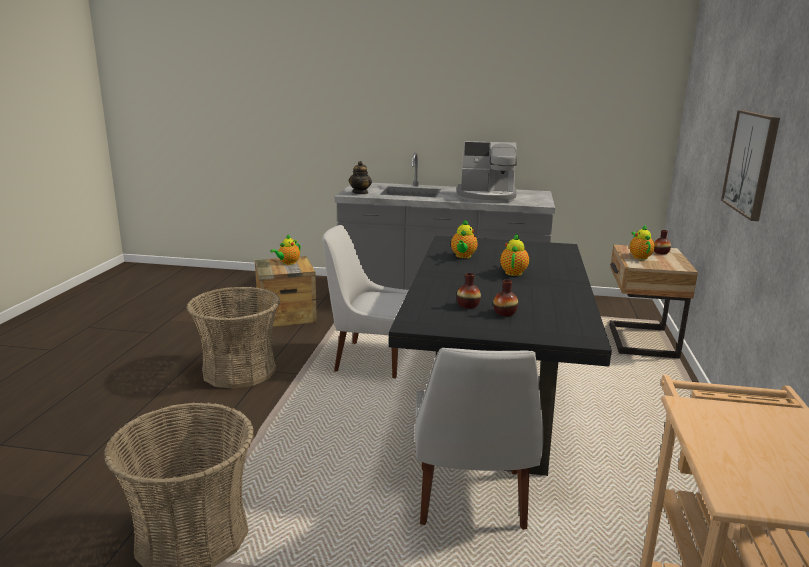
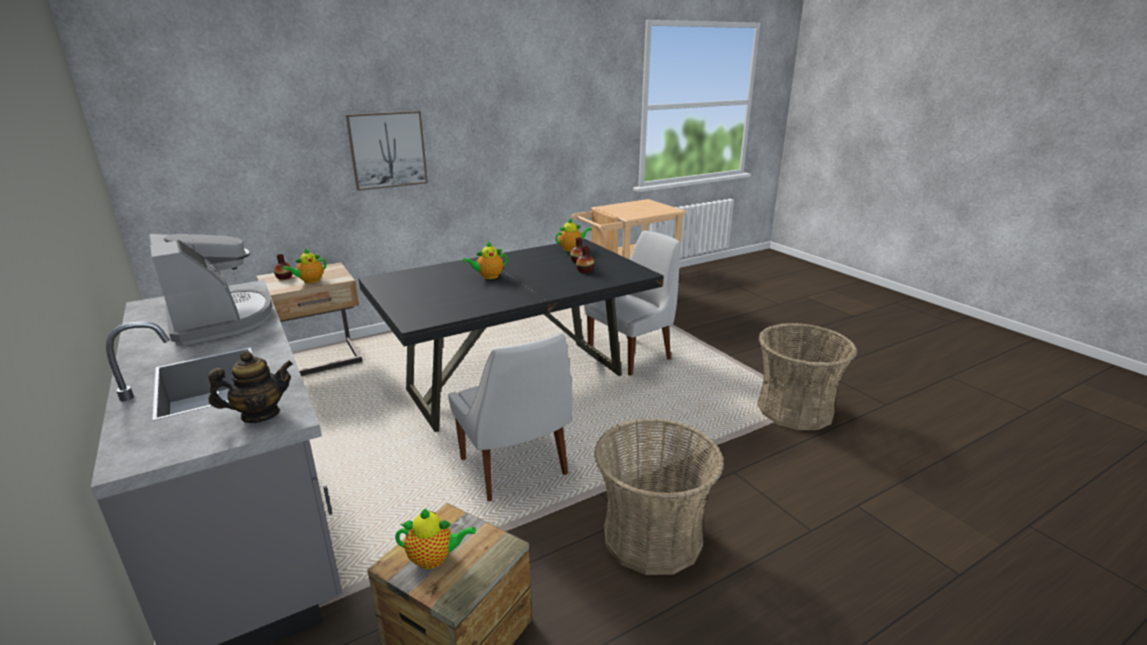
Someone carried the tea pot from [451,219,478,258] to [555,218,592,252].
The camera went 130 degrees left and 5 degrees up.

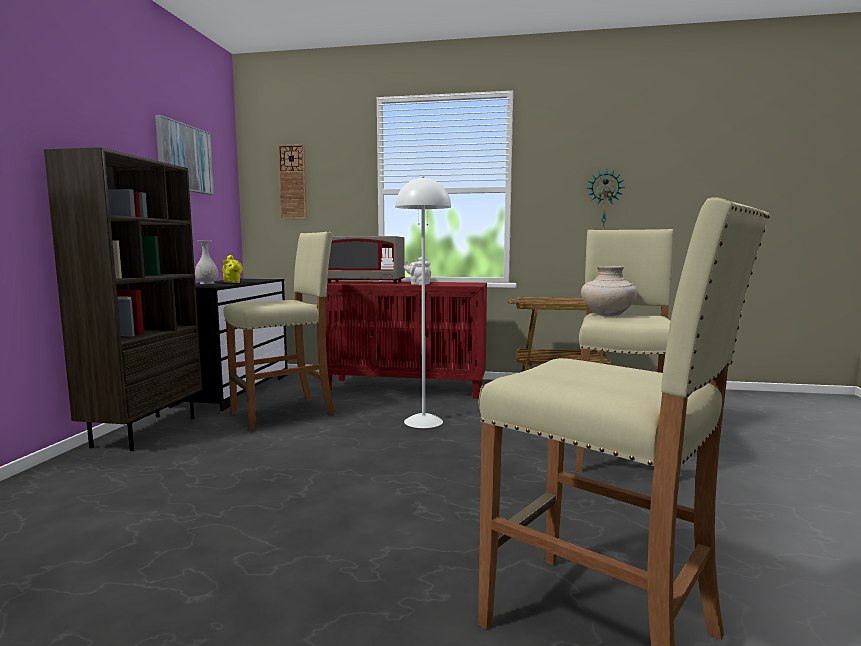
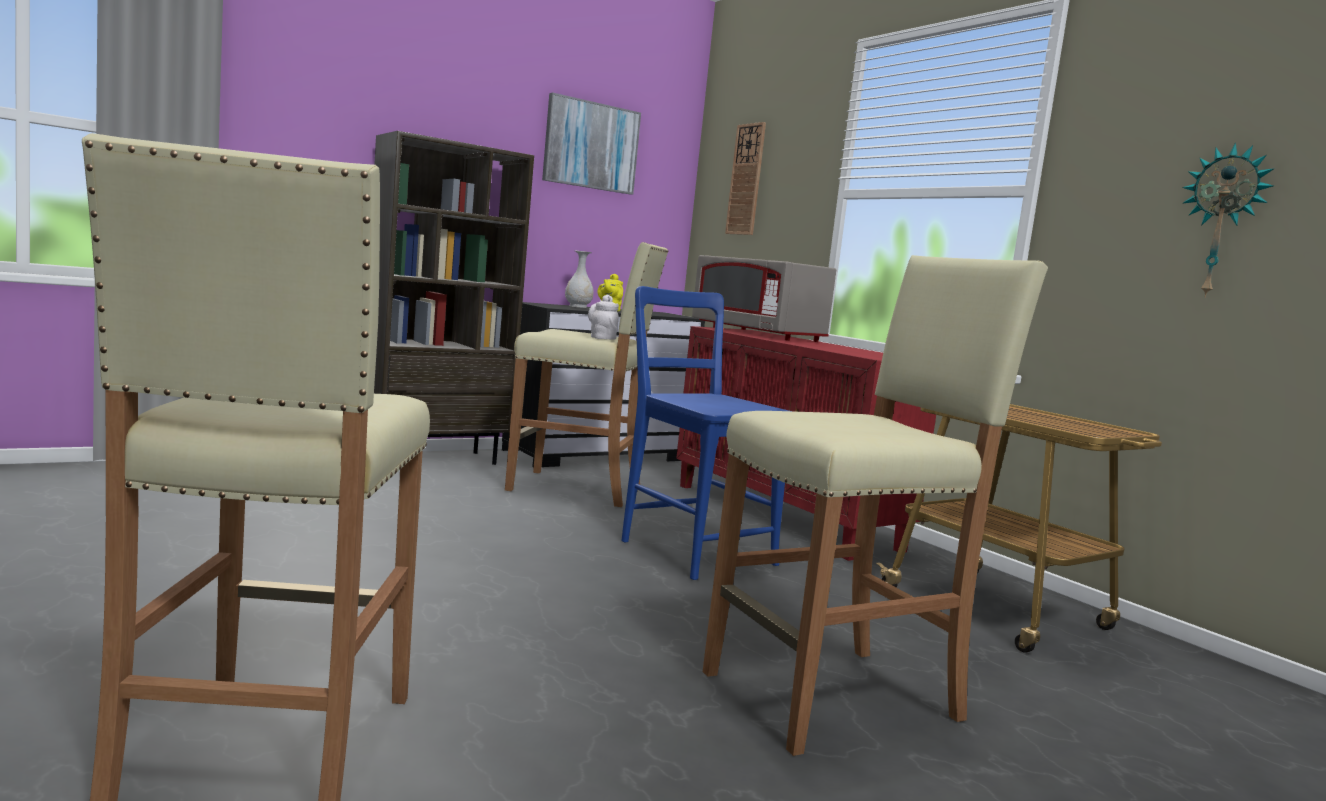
Someone carried the tea pot in whitish from [404,257,431,285] to [588,294,619,340].
Someone swapped the floor lamp in whitish at [395,176,451,428] for the plain chair in blue-coloured at [621,286,789,580].
Someone took away the vase in sand-coloured at [581,266,637,316].
The camera went 45 degrees right and 0 degrees up.

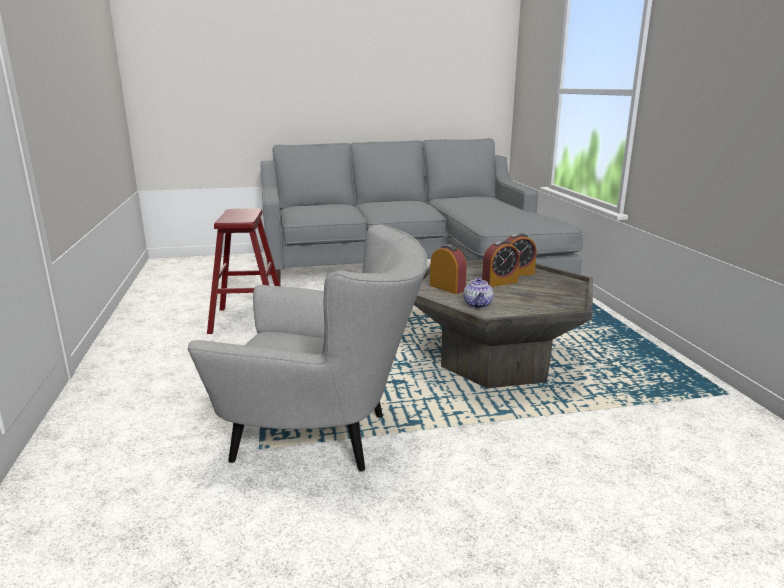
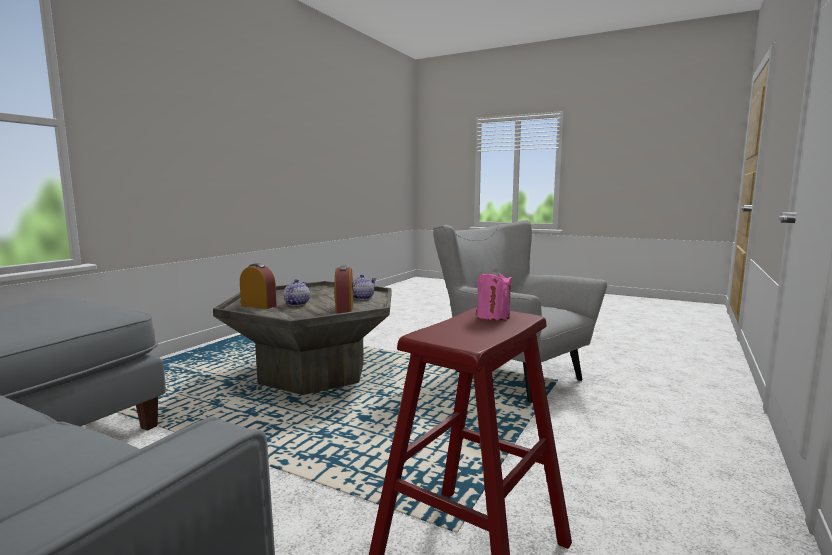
Someone swapped the bedside clock at [482,240,520,287] for the tea pot at [283,279,310,306].
Someone put down the candle in pinkish at [477,269,512,320].
The camera went 140 degrees left and 10 degrees down.

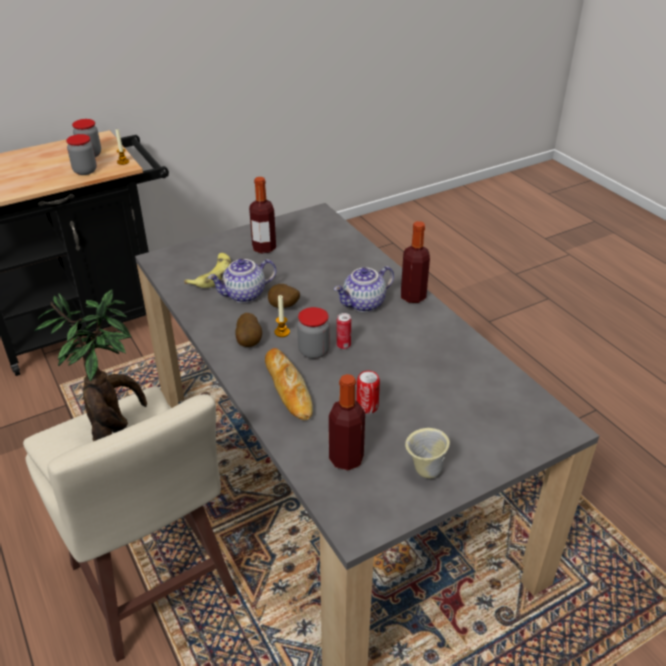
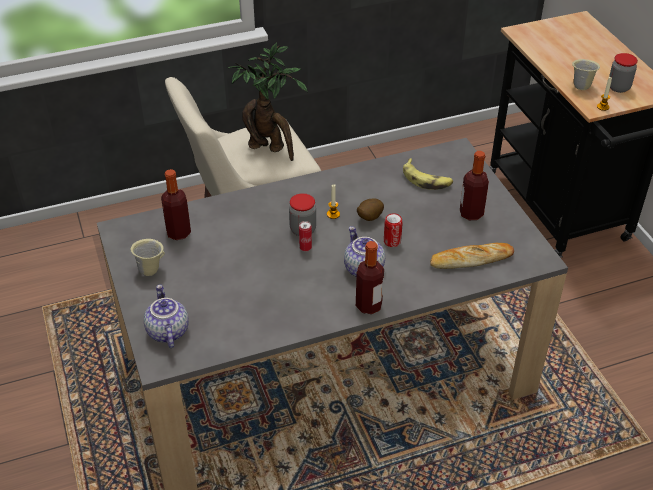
Someone carried the tea pot from [208,259,276,303] to [144,284,189,348].
Someone carried the metal can from [356,371,380,414] to [384,213,403,247].
Someone carried the bakery bread from [265,348,313,420] to [430,243,514,269].
Someone swapped the storage jar at [66,134,97,175] for the mug in sand-coloured at [572,59,600,90].
Someone took away the potato at [235,313,262,347].
The camera went 100 degrees right and 5 degrees up.

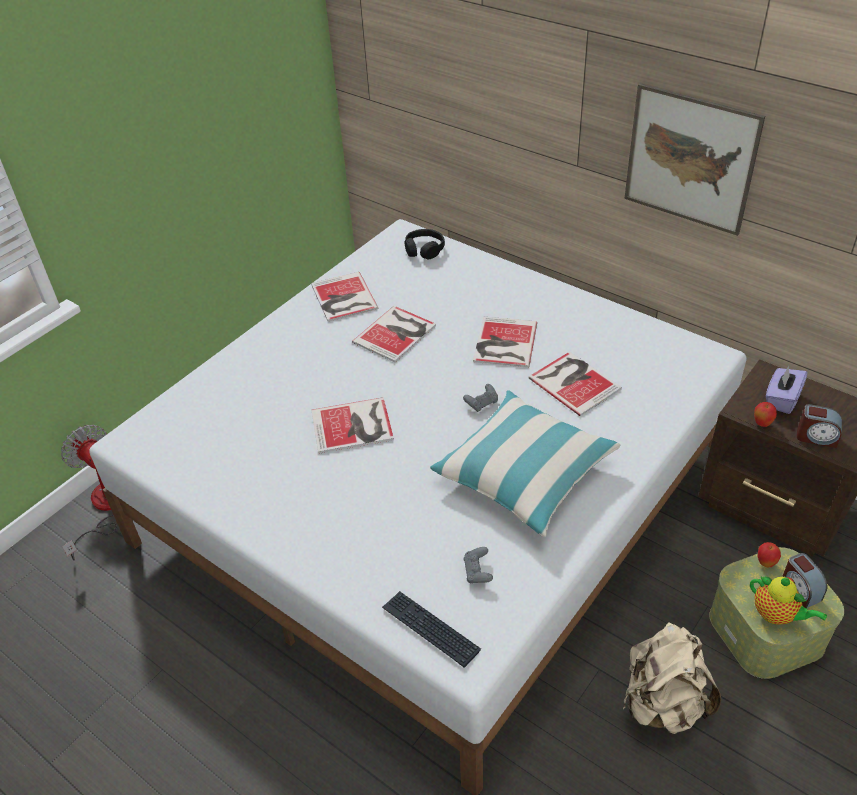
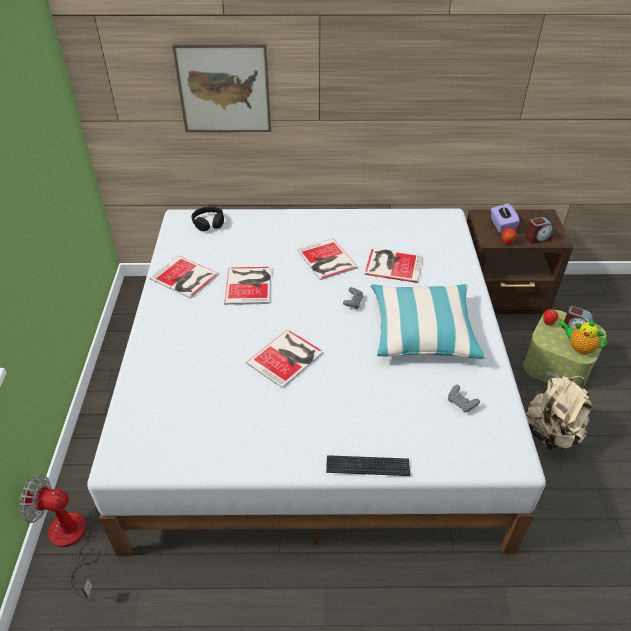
Someone carried the picture from [624,83,765,236] to [172,44,271,132].
Someone carried the keyboard from [382,591,481,667] to [326,455,410,476].
Someone rotated the tea pot at [750,576,827,625] by 150 degrees counterclockwise.
The camera went 40 degrees left and 0 degrees up.

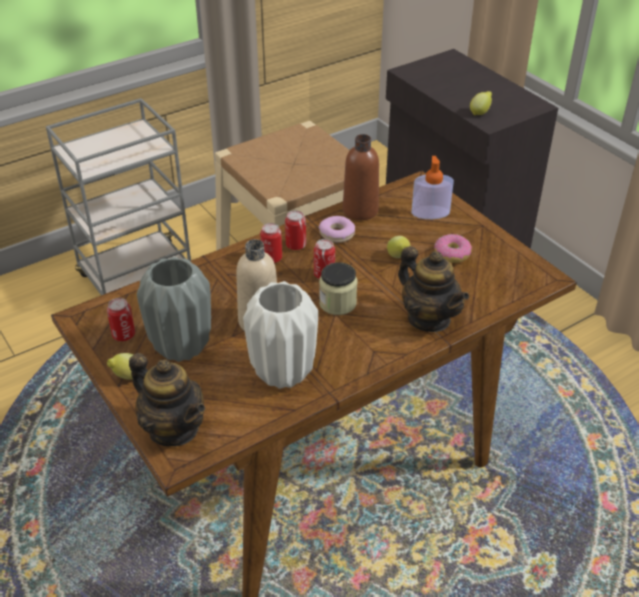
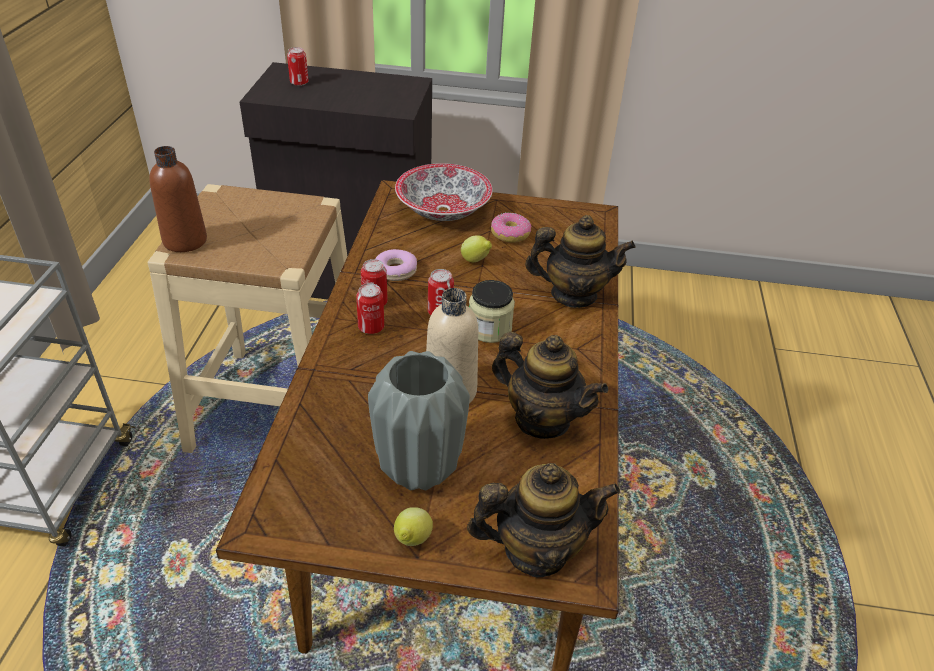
Someone carried the beverage bottle in brown-coloured from [343,134,379,220] to [150,146,207,252].
Someone carried the metal can from [107,298,135,341] to [287,47,309,86].
Someone swapped the soap bottle at [411,156,454,219] for the serving bowl at [395,163,493,221].
Someone swapped the vase in whitish at [243,281,318,389] for the tea pot at [492,332,608,439].
Someone took away the citrus fruit at [470,91,492,115].
The camera went 50 degrees left and 0 degrees up.

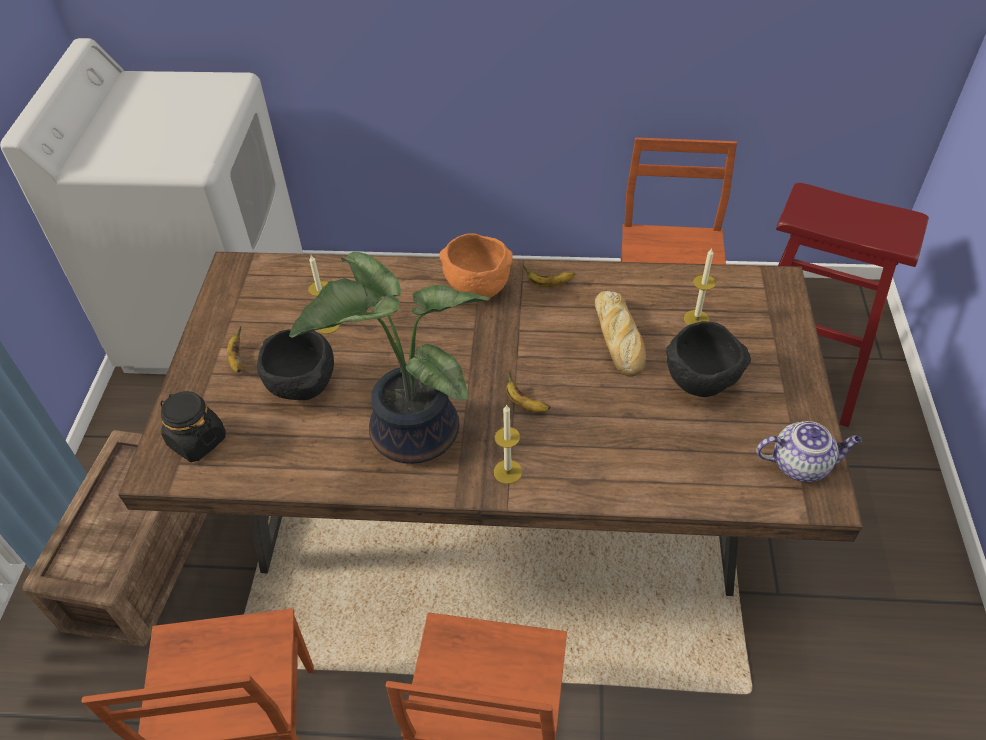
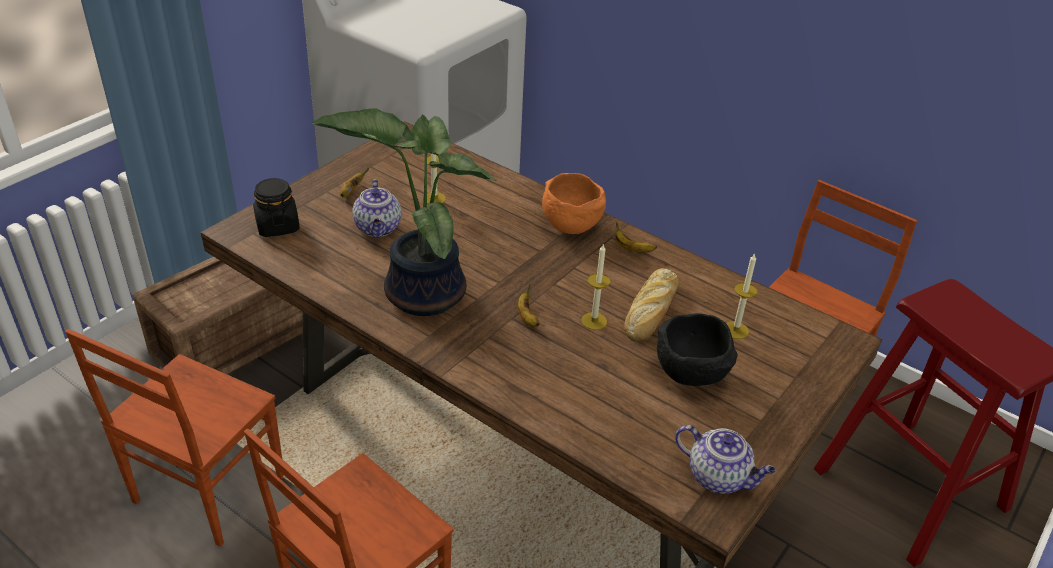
Someone swapped the serving bowl in blackish at [257,329,334,400] for the tea pot at [352,179,402,238].
Someone carried the candle from [494,404,522,484] to [581,244,610,330].
The camera went 30 degrees right and 10 degrees down.

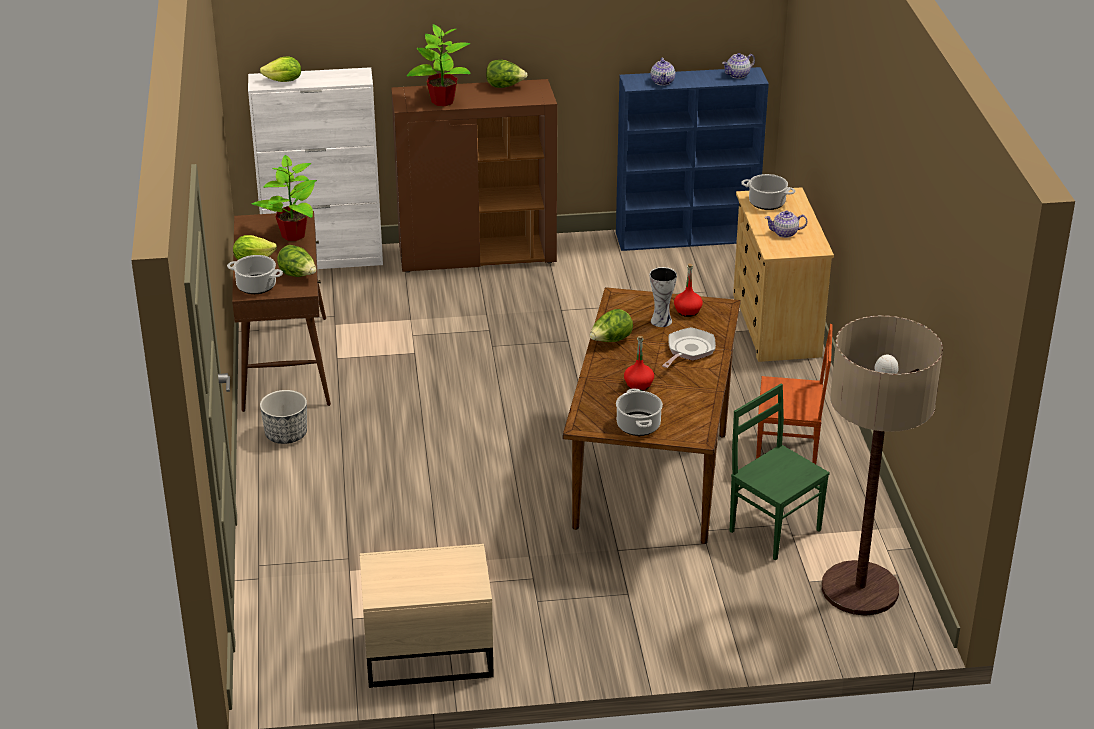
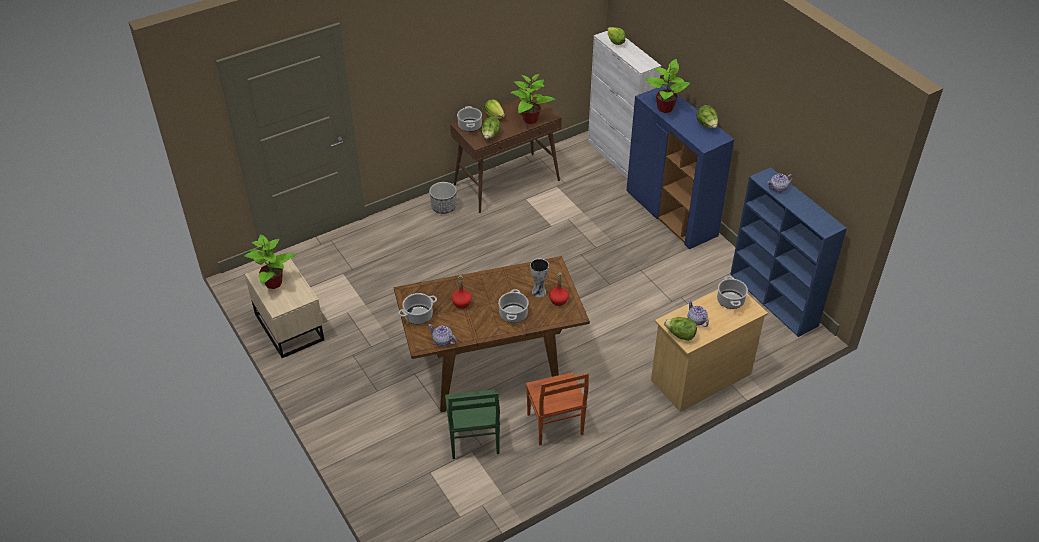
Someone put down the houseplant at [244,234,296,289].
Someone carried the tea pot from [722,53,755,79] to [428,324,457,346].
Someone rotated the plain chair in green at [730,383,830,560] by 150 degrees clockwise.
Someone swapped the pan at [662,327,716,368] for the saucepot at [498,289,529,323].
Someone repainted the cupboard in brown-coloured at [391,79,557,273], which became the cupboard in blue-coloured at [626,84,734,249].
Someone carried the lettuce head from [590,309,633,342] to [664,317,697,341].
Someone took away the floor lamp at [822,315,943,616].
The camera went 65 degrees right and 10 degrees up.

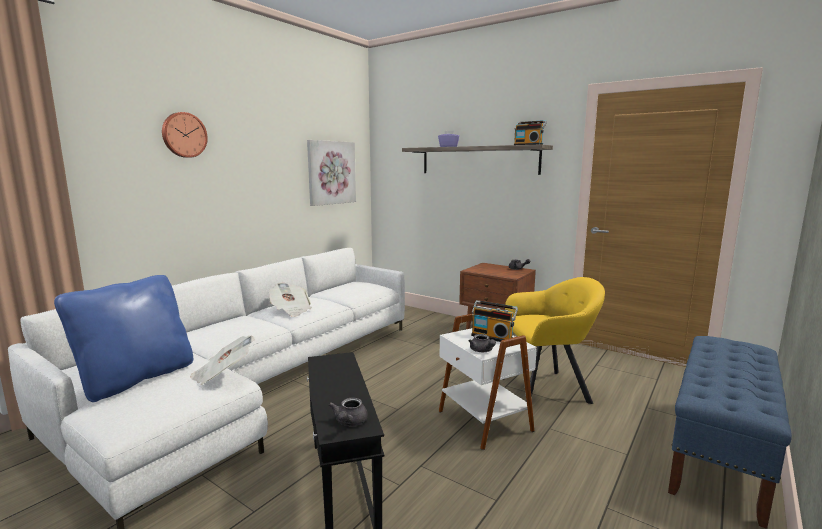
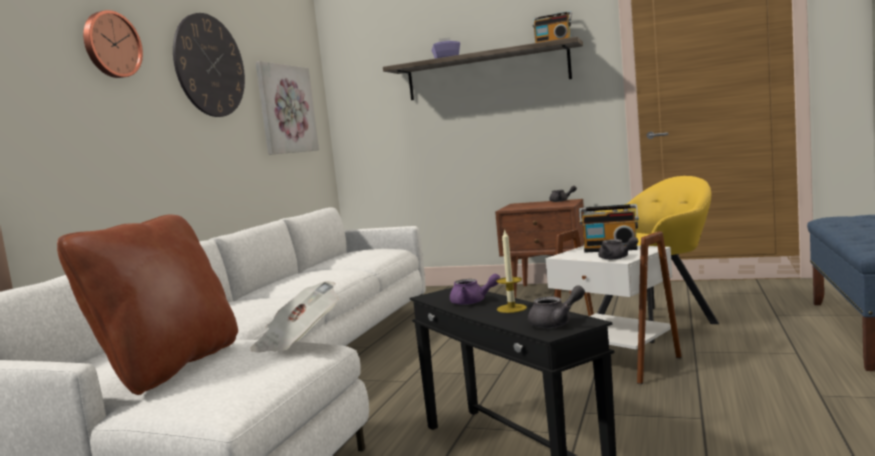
Someone repainted the throw pillow in blue-coloured at [54,275,193,402], which became the throw pillow in brown-coloured at [57,215,238,395].
Someone put up the clock on the wall at [173,13,245,117].
Someone put down the tea pot in purple at [450,274,500,305].
Someone put down the candle at [496,229,527,313].
Someone rotated the tea pot in gray at [328,398,368,426] by 105 degrees counterclockwise.
Someone took away the daily paper at [269,283,312,317].
The camera went 15 degrees left and 5 degrees down.

